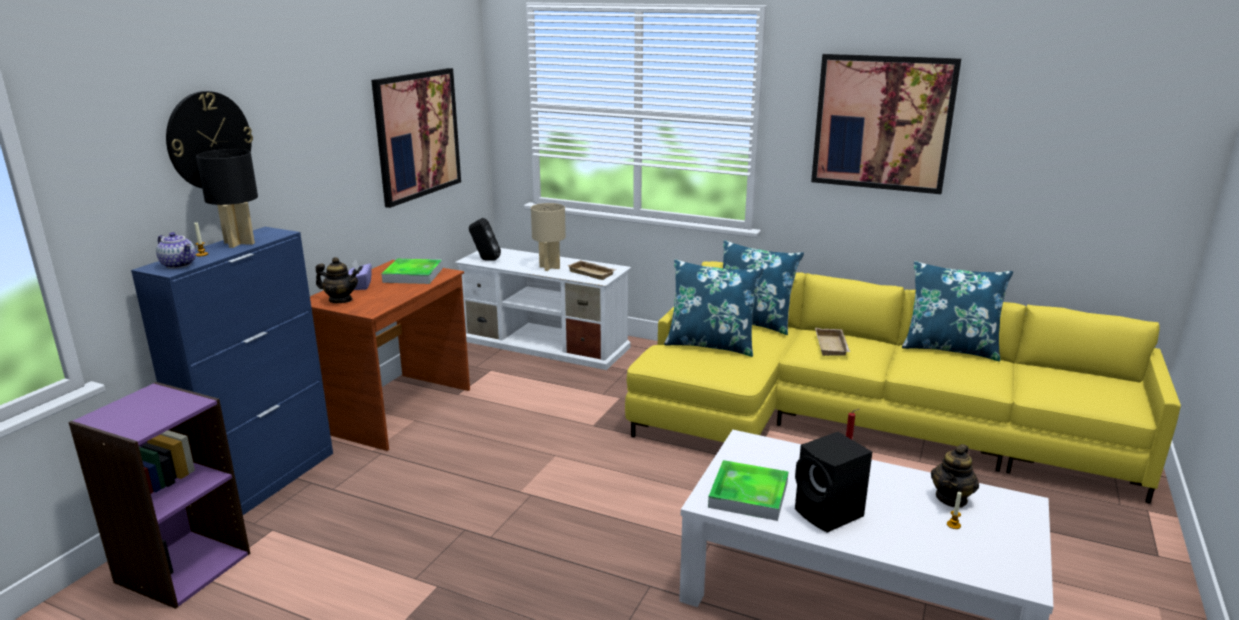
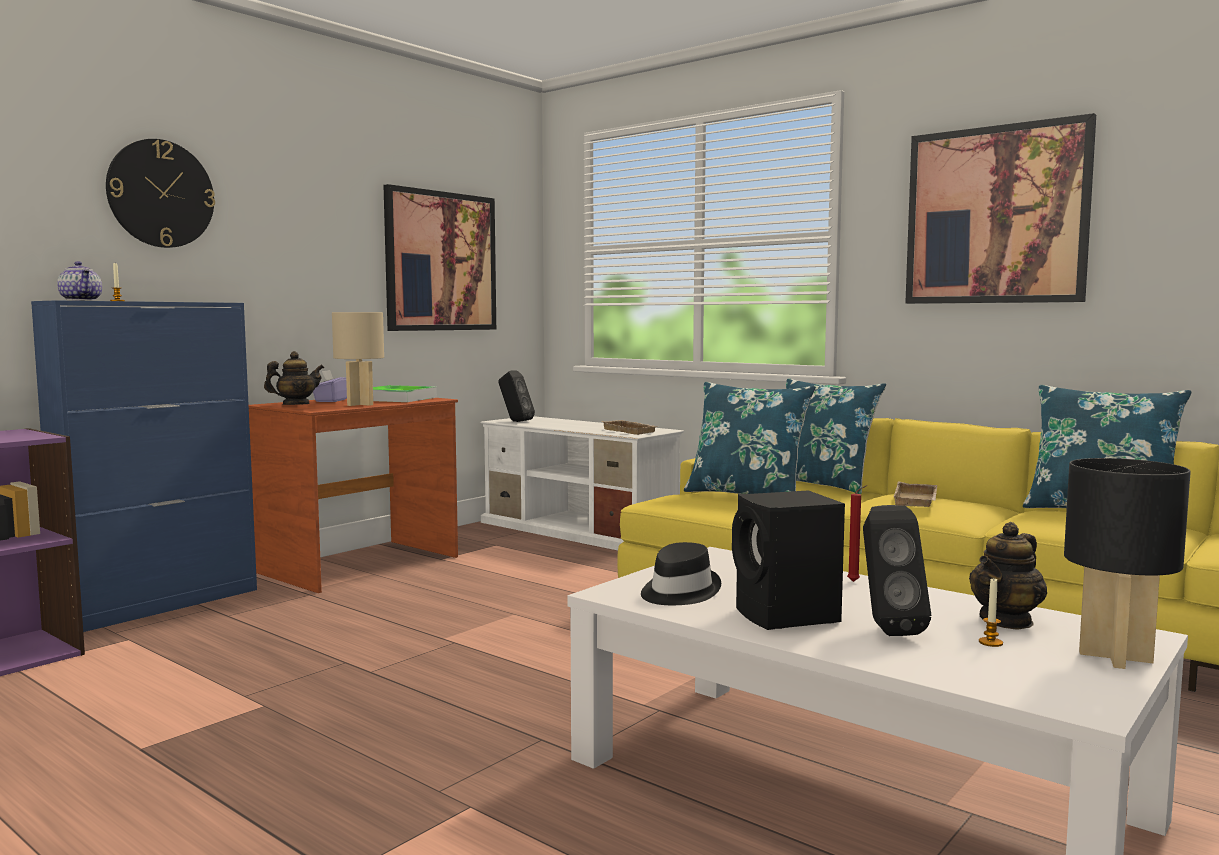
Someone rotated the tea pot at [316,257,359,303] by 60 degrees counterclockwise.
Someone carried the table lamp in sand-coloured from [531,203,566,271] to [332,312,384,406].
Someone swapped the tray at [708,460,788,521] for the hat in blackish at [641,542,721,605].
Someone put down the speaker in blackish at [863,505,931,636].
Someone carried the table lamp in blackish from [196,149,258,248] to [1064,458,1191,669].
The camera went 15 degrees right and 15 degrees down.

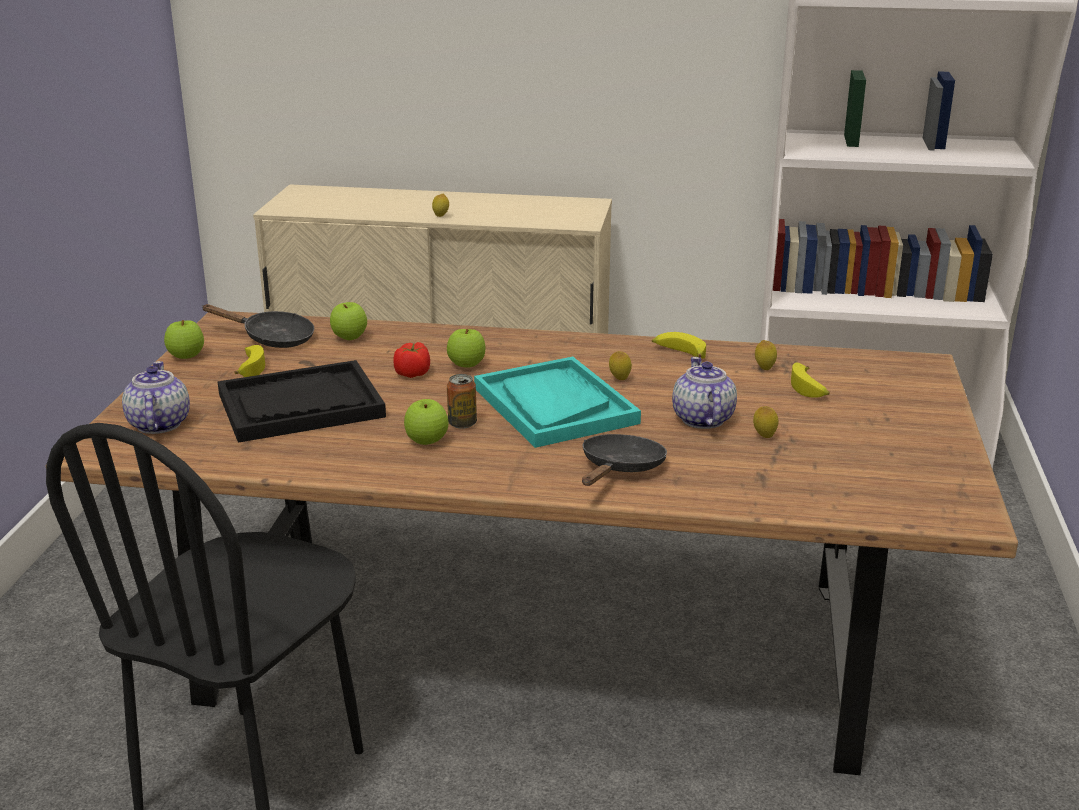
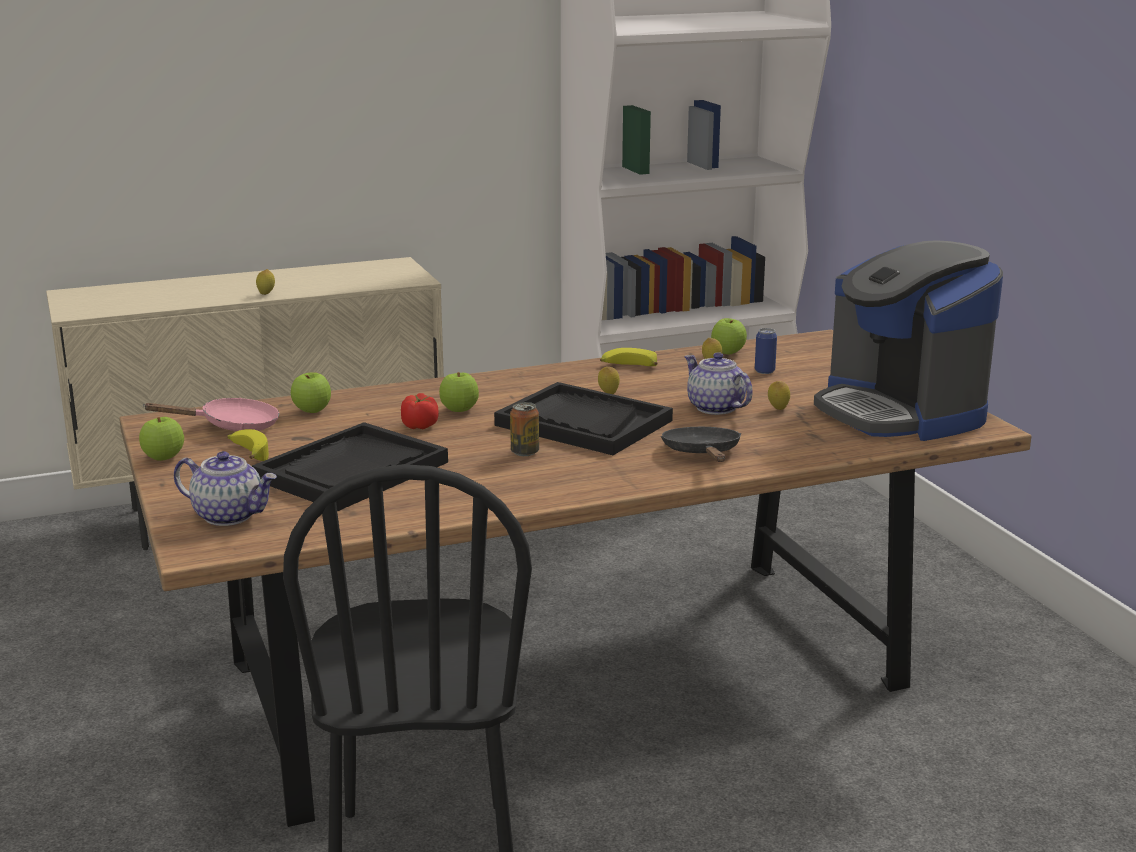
Someone repainted the pan in blackish at [202,304,314,348], which became the pan in pinkish at [142,398,279,431].
Someone rotated the tea pot at [122,361,190,434] by 150 degrees clockwise.
Someone repainted the tray in turquoise at [474,357,641,448], which became the tray in blackish at [494,382,673,455].
Someone carried the apple fruit from [404,399,449,445] to [711,318,747,354].
Someone swapped the banana fruit at [791,362,830,398] for the metal can at [755,328,777,374].
Someone put down the coffee brewer at [814,240,1003,441].
The camera went 30 degrees left and 5 degrees down.

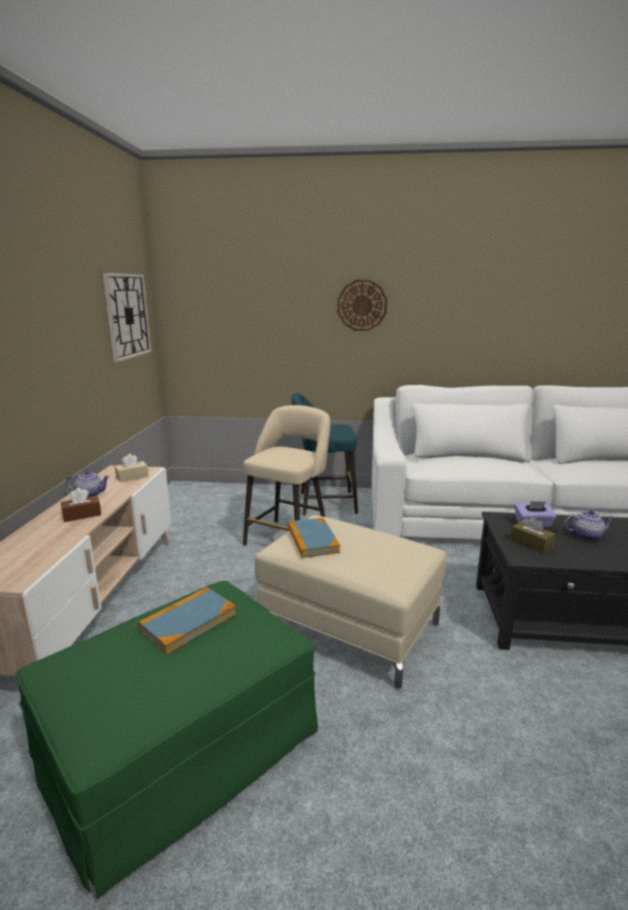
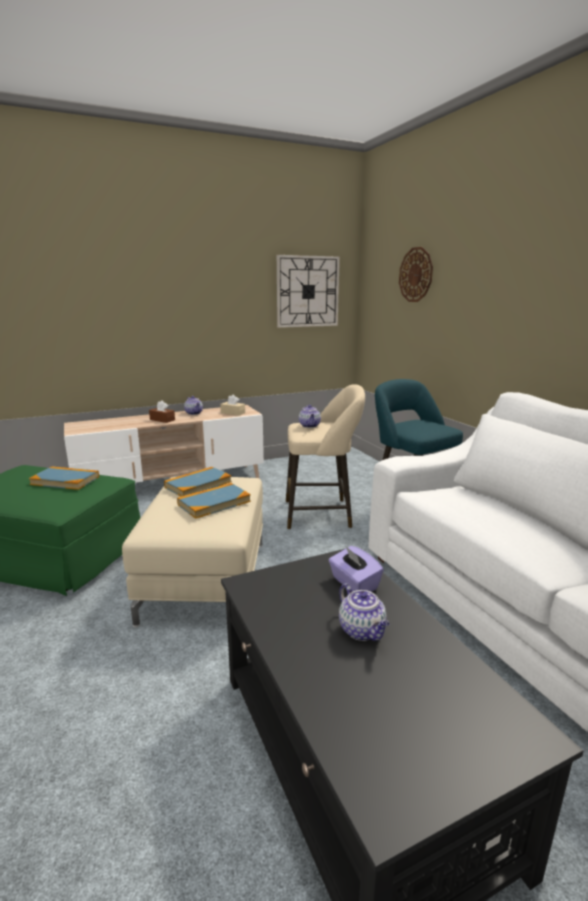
Someone put down the book at [177,483,251,519].
Someone put down the tea pot at [299,405,321,428].
Someone carried the clock on the wall from [337,280,387,331] to [399,247,433,302].
Someone took away the box of tissues in brown-coloured at [510,516,556,554].
The camera went 60 degrees right and 0 degrees up.

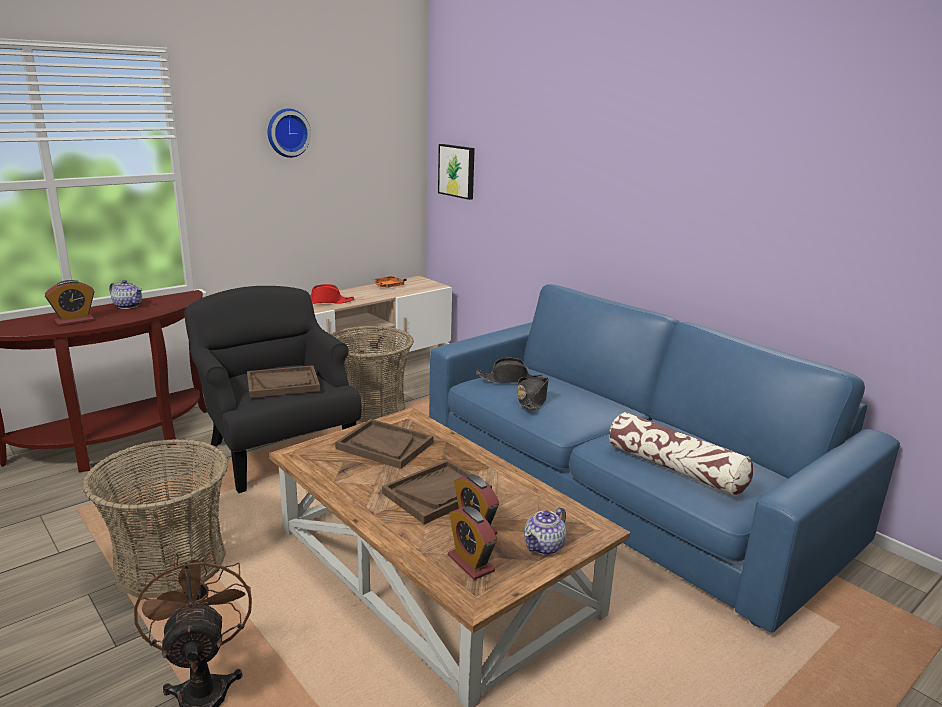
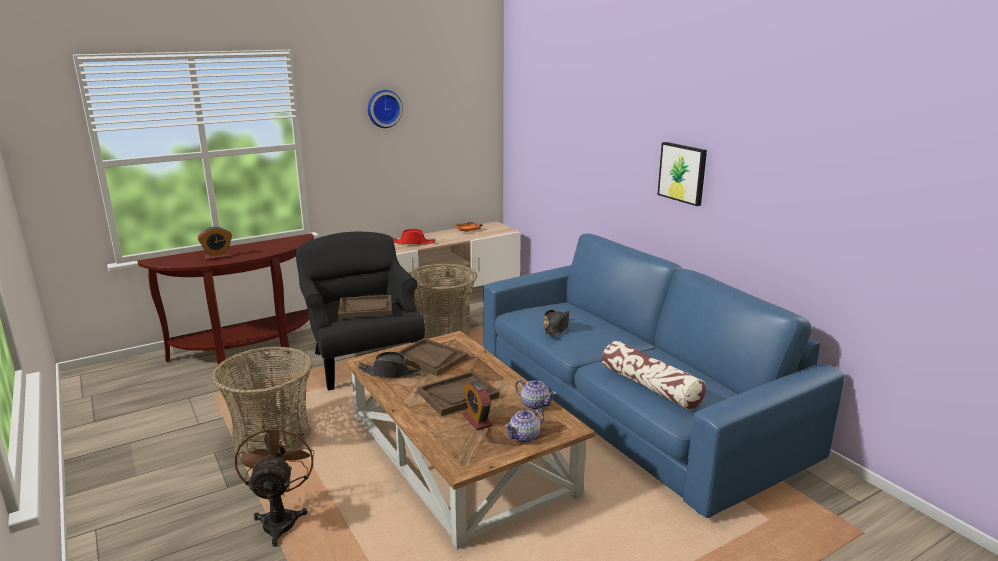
Someone carried the hat in blackish from [476,358,544,383] to [357,352,423,378].
Someone carried the tea pot from [109,280,142,309] to [515,380,556,410].
Someone carried the picture from [438,144,475,200] to [657,142,707,206].
Someone took away the bedside clock at [448,506,497,580].
The camera went 10 degrees right and 0 degrees up.

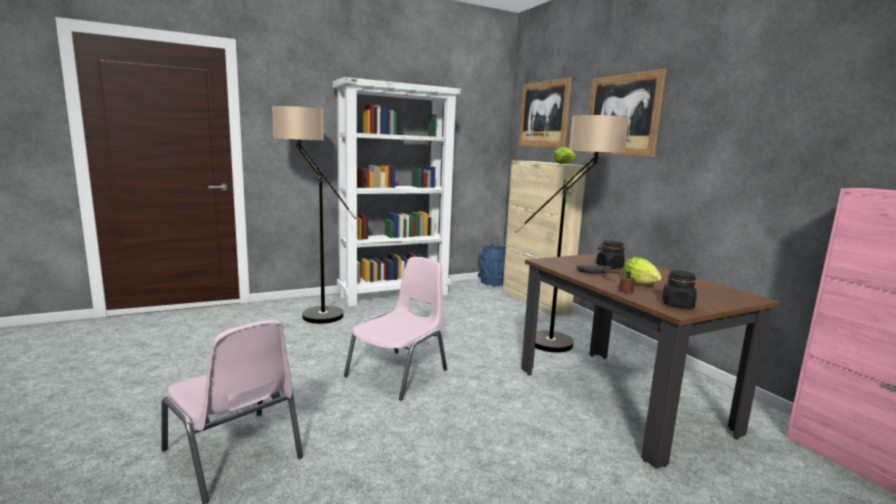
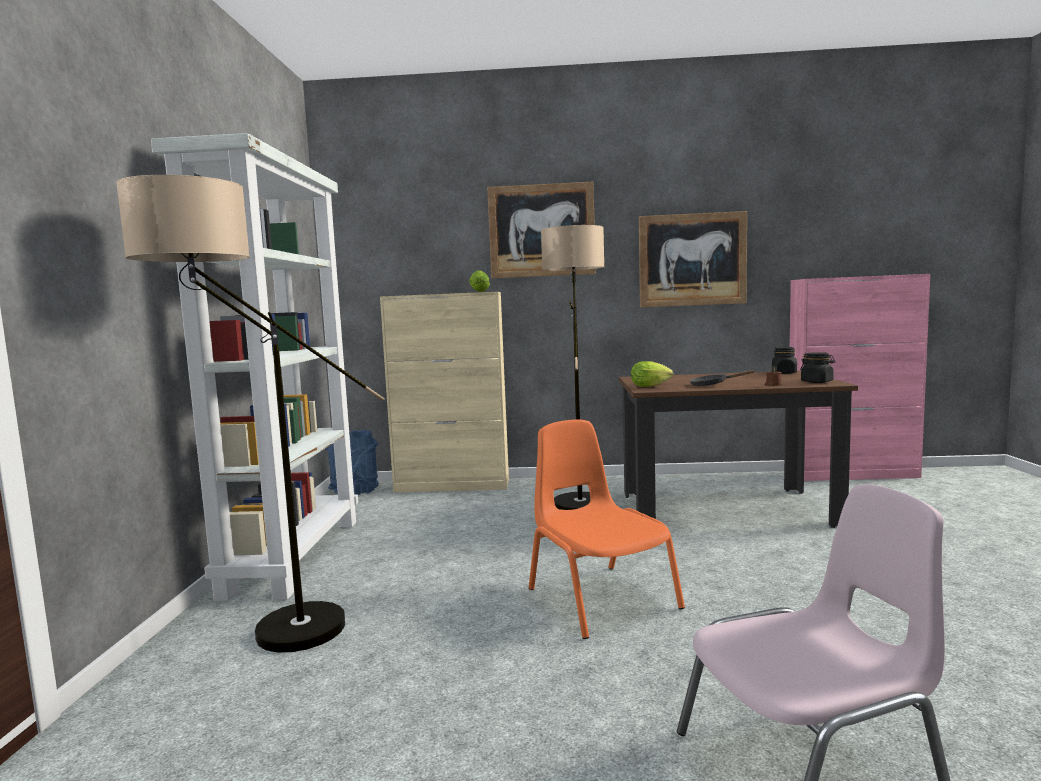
Someone repainted the plain chair in pinkish at [344,257,447,401], which became the plain chair in orange-coloured at [529,419,685,639].
Someone carried the lettuce head from [623,257,662,284] to [631,361,673,387].
Someone carried the picture from [518,77,572,148] to [639,211,747,308].
Someone carried the storage jar in blackish from [596,241,625,269] to [772,347,797,374].
The camera went 60 degrees left and 5 degrees down.

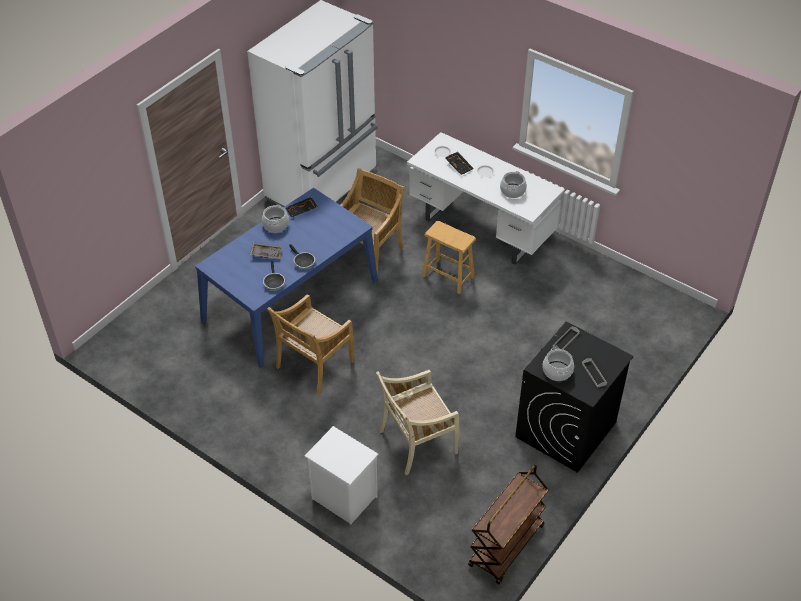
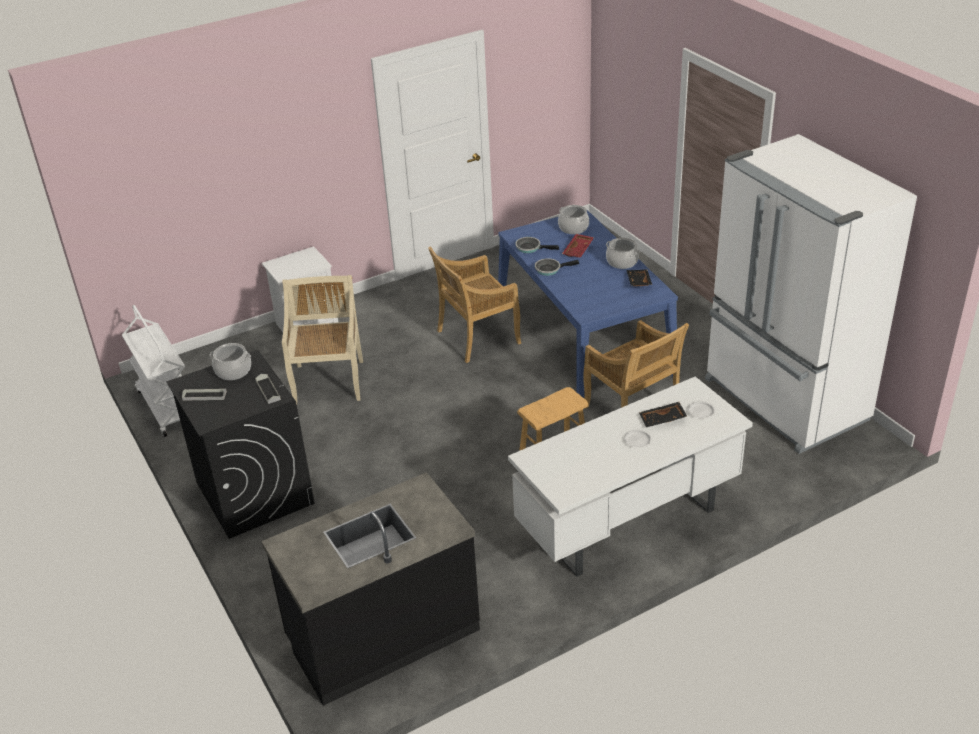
Someone repainted the trolley in brown-coloured at [468,465,549,584], which became the trolley in whitish at [122,305,185,437].
Someone put down the kitchen counter in blackish at [261,472,480,706].
Someone rotated the plain chair in sand-coloured at [267,294,355,395] by 90 degrees counterclockwise.
Someone carried the saucepot from [500,171,527,198] to [558,205,589,234].
Someone repainted the tray in gray at [250,242,282,259], which became the tray in red at [562,234,594,258].
The camera went 115 degrees right and 10 degrees down.

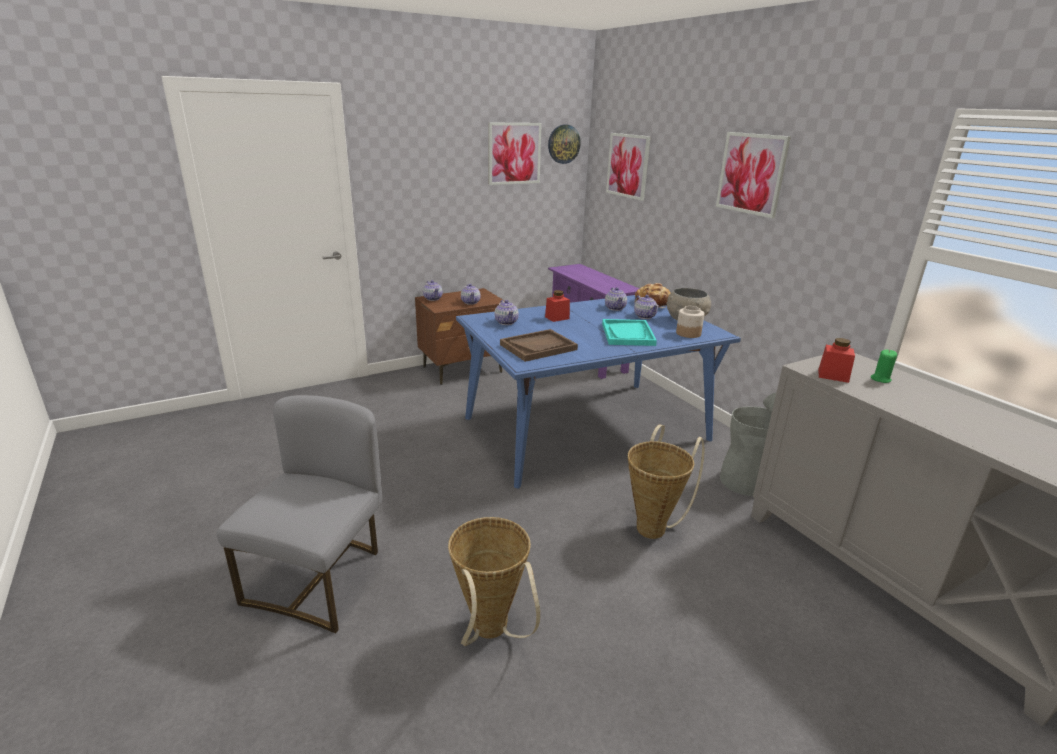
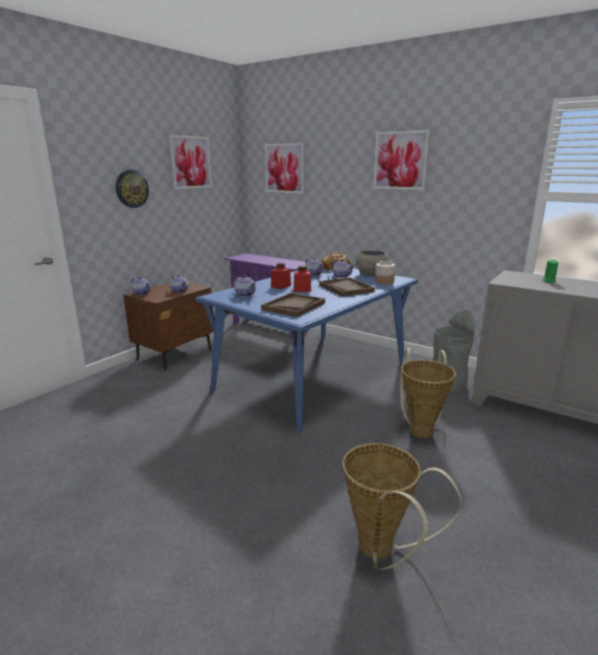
Someone carried the clock on the wall from [548,125,581,164] to [116,170,149,208].
Someone carried the storage jar in red from [818,338,855,383] to [294,266,311,292].
Someone repainted the tray in turquoise at [602,319,657,346], which became the tray in brown-coloured at [319,277,375,297].
Someone took away the plain chair in gray at [216,395,382,633].
The camera went 25 degrees left and 5 degrees down.

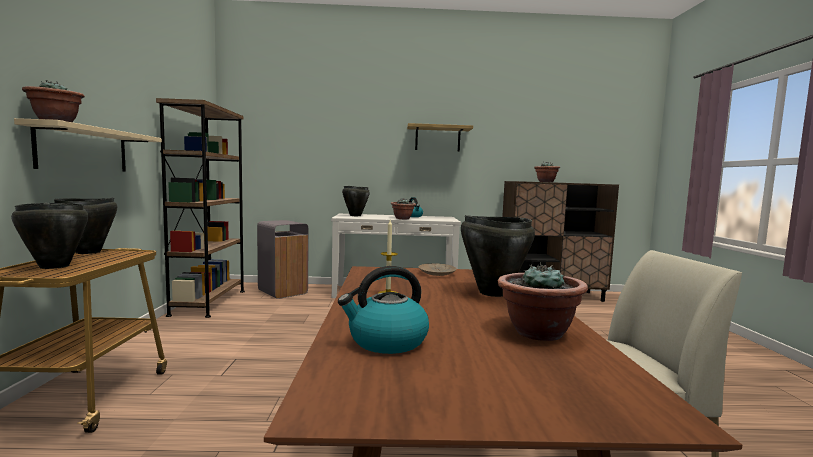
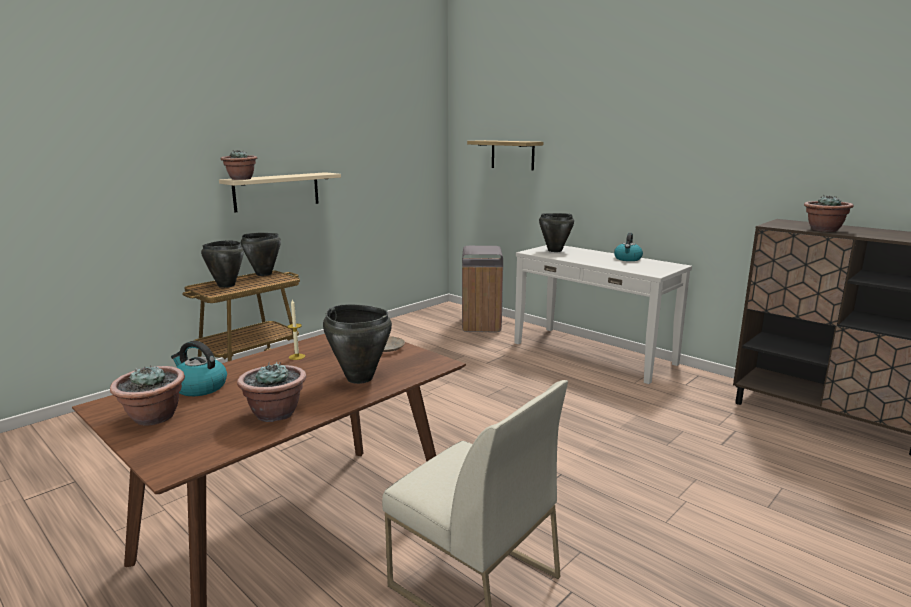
Someone carried the houseplant from [391,198,416,219] to [110,366,185,426].
Someone carried the wall shelf from [407,123,473,151] to [467,140,543,171].
Someone took away the bookcase in brown-coloured at [156,98,245,318].
The camera went 45 degrees right and 10 degrees up.

